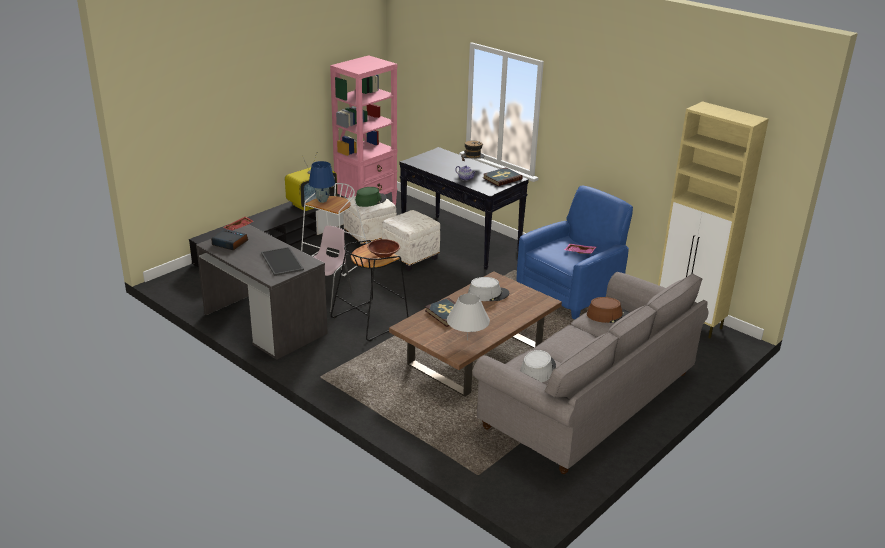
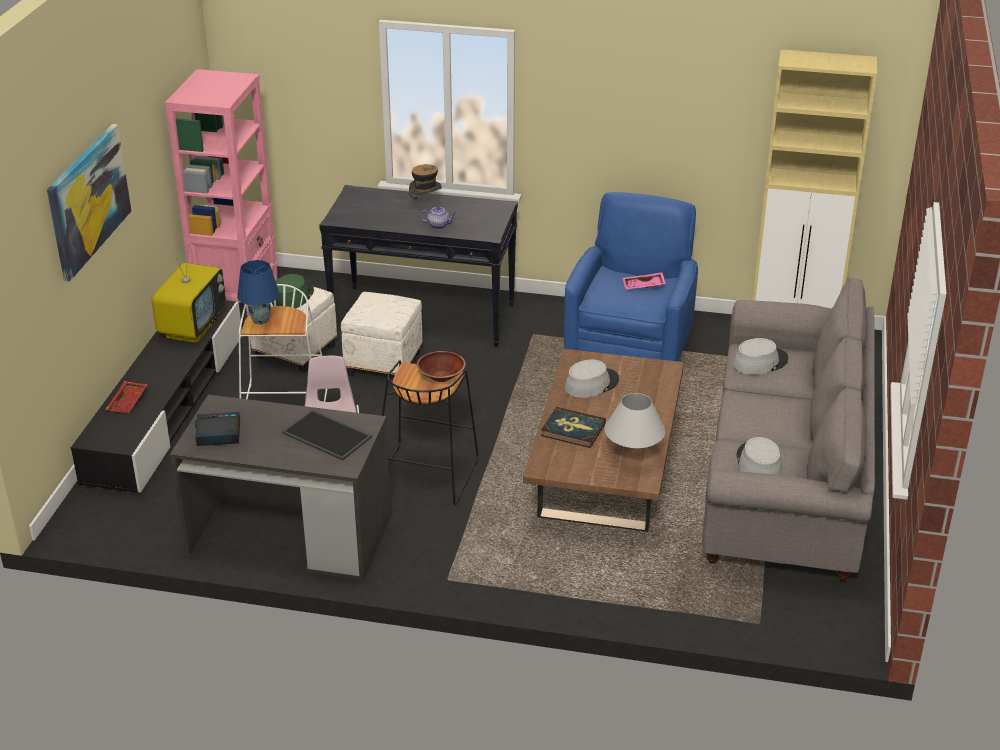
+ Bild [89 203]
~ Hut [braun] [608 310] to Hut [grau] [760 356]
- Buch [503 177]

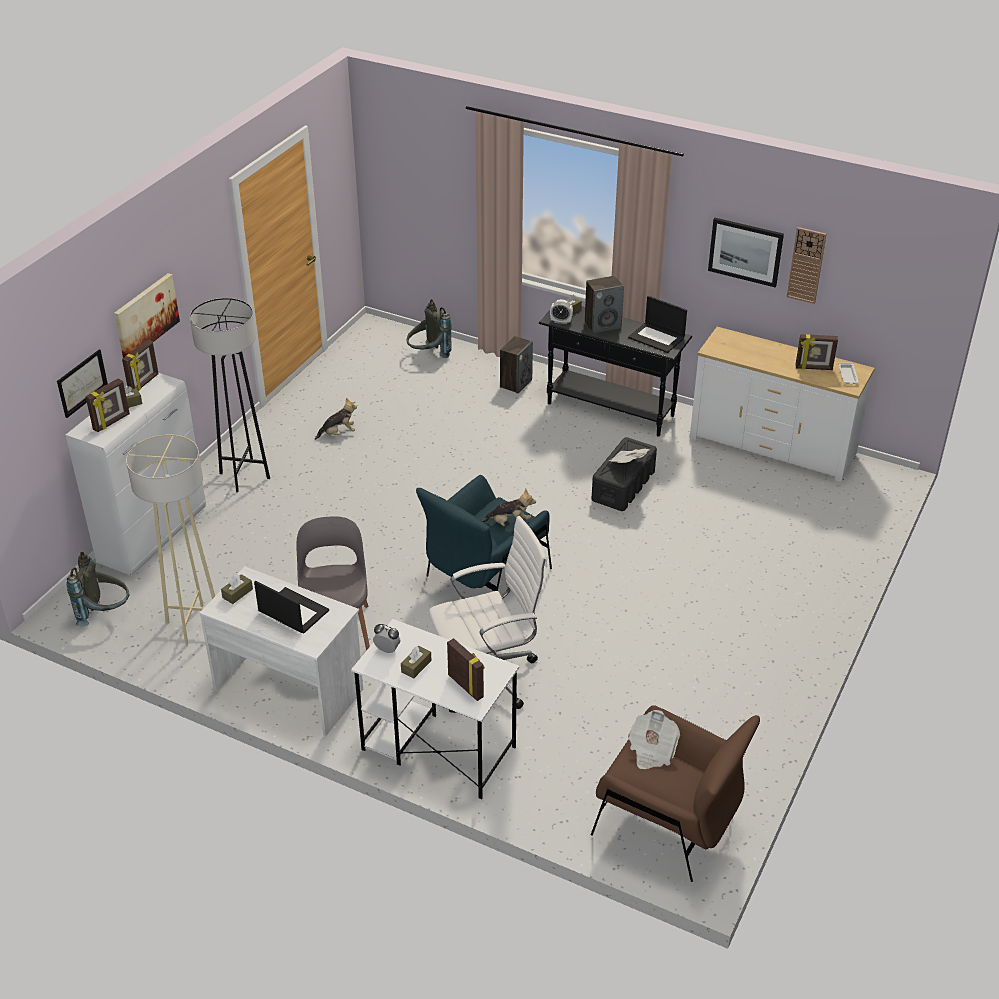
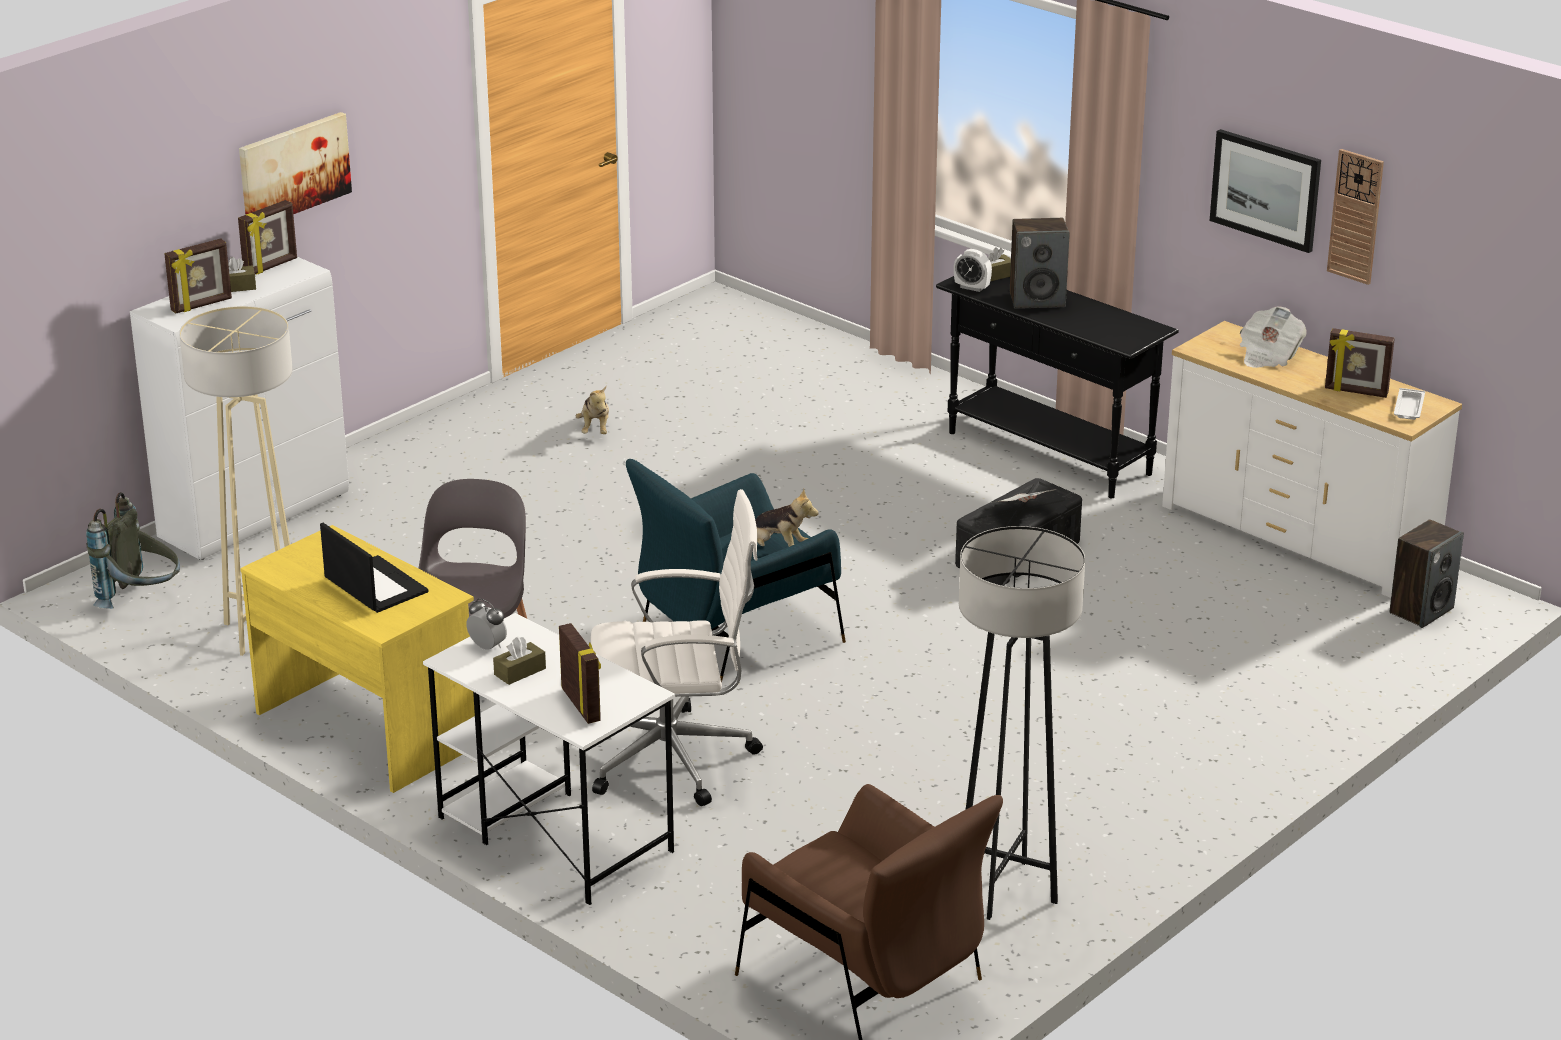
~ Schreibtisch [weiß] [281 651] to Schreibtisch [gelb] [357 659]
~ Plüschtier [336 419] = [592 410] 90 degrees clockwise
~ Stehlampe [grau] [230 395] to [1022 723]
~ Zeitung [654 739] to [1273 337]
~ Lautsprecher [516 365] to [1426 573]
- Bild [82 383]
- Taschentuchbox [braun] [237 589]
- Rucksack [grau] [429 328]
- Laptop [657 324]

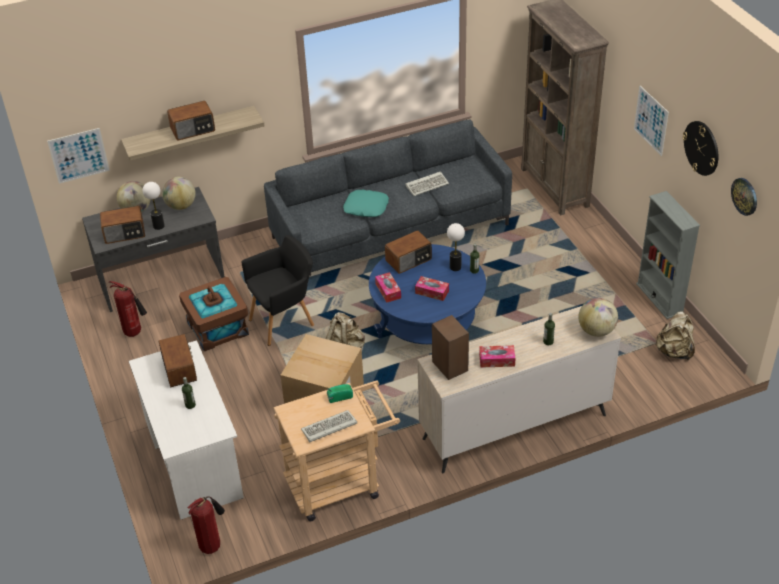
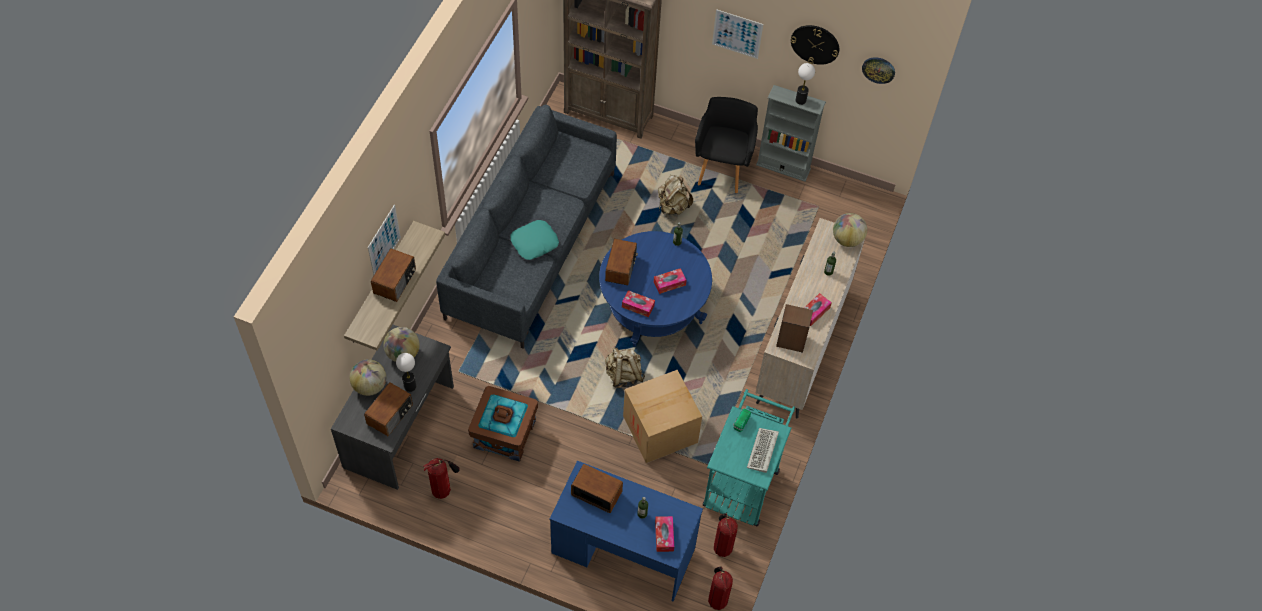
~ Bild [78 156] to [384 240]
~ Schreibtisch [weiß] [186 430] to Schreibtisch [blau] [626 531]
+ Taschentuchbox [664 534]
~ Rucksack [beige] [675 335] to [675 195]
~ Sessel [schwarz] [278 290] to [726 145]
~ Rollwagen [beige] [336 451] to Rollwagen [türkis] [749 457]
+ Feuerlöscher [726 535]
~ Tischlampe [456 247] to [805 84]
- Tastatur [427 183]

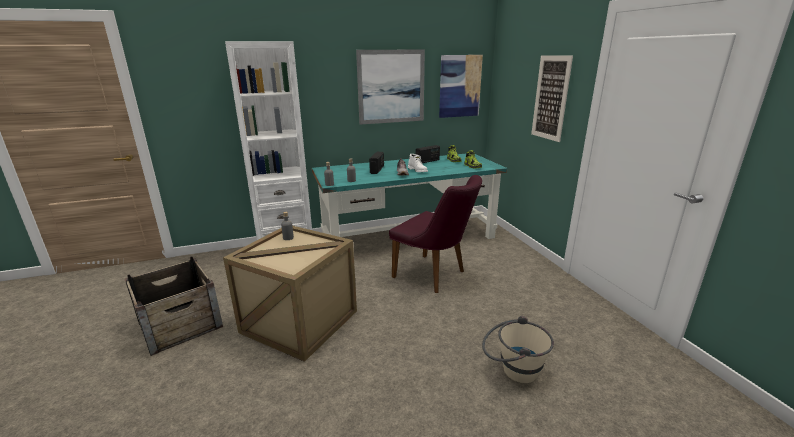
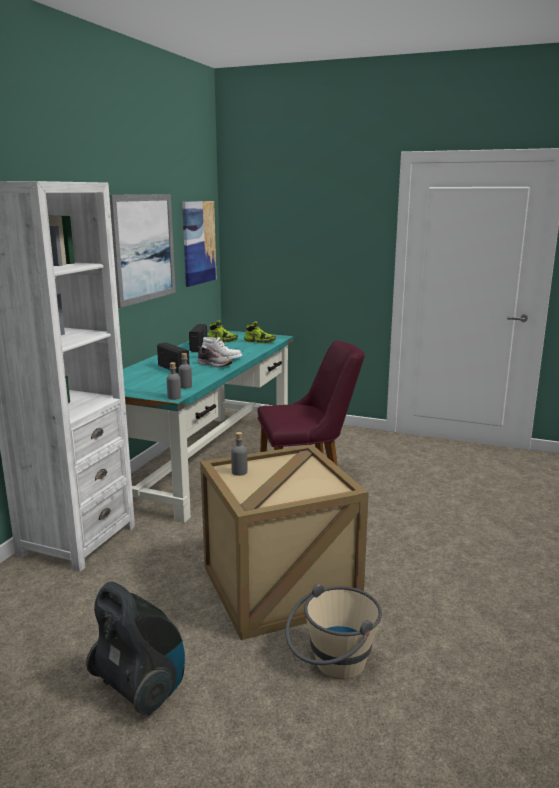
~ Kiste [174 306] to Staubsauger [135 648]
~ Eimer [beige] [518 349] to [333 631]
- Bild [552 99]

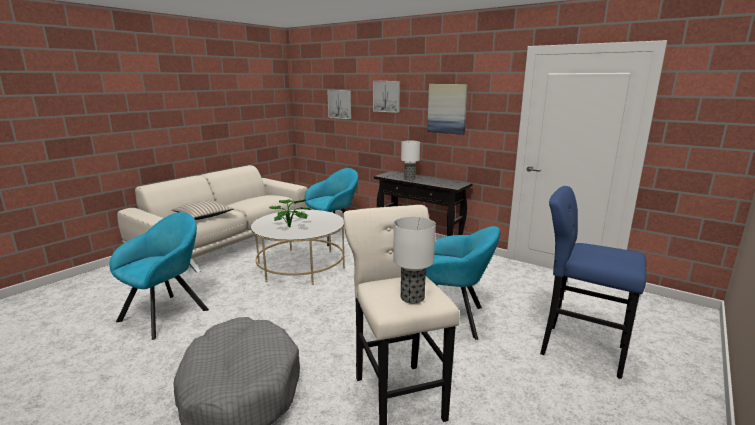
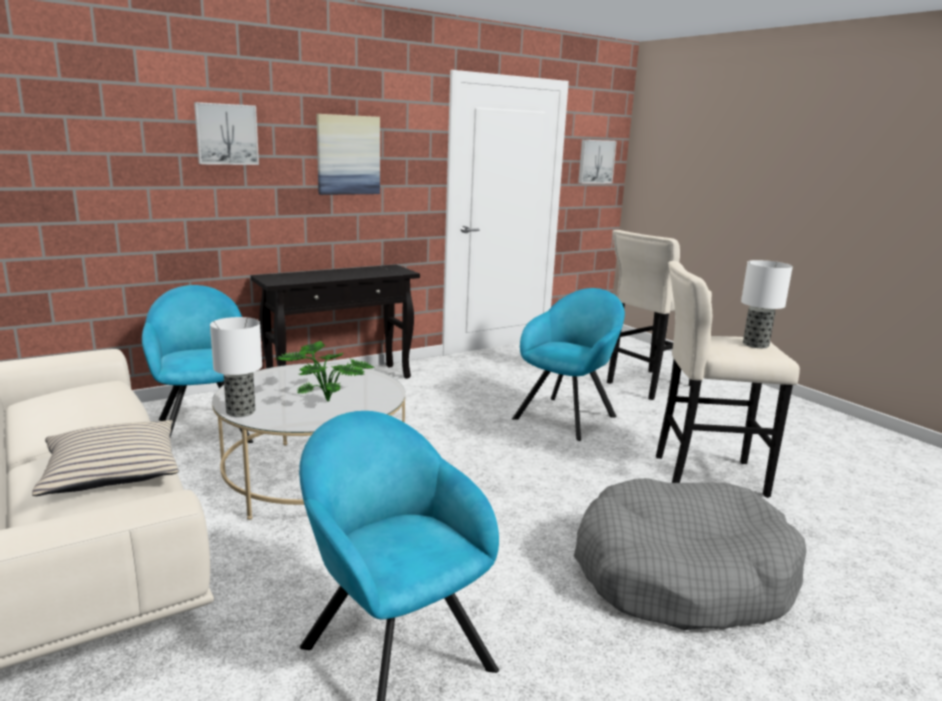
~ Tischlampe [410 160] to [236 367]
~ Bild [339 104] to [597 162]
~ Hocker [blau] [593 282] to Hocker [beige] [659 315]

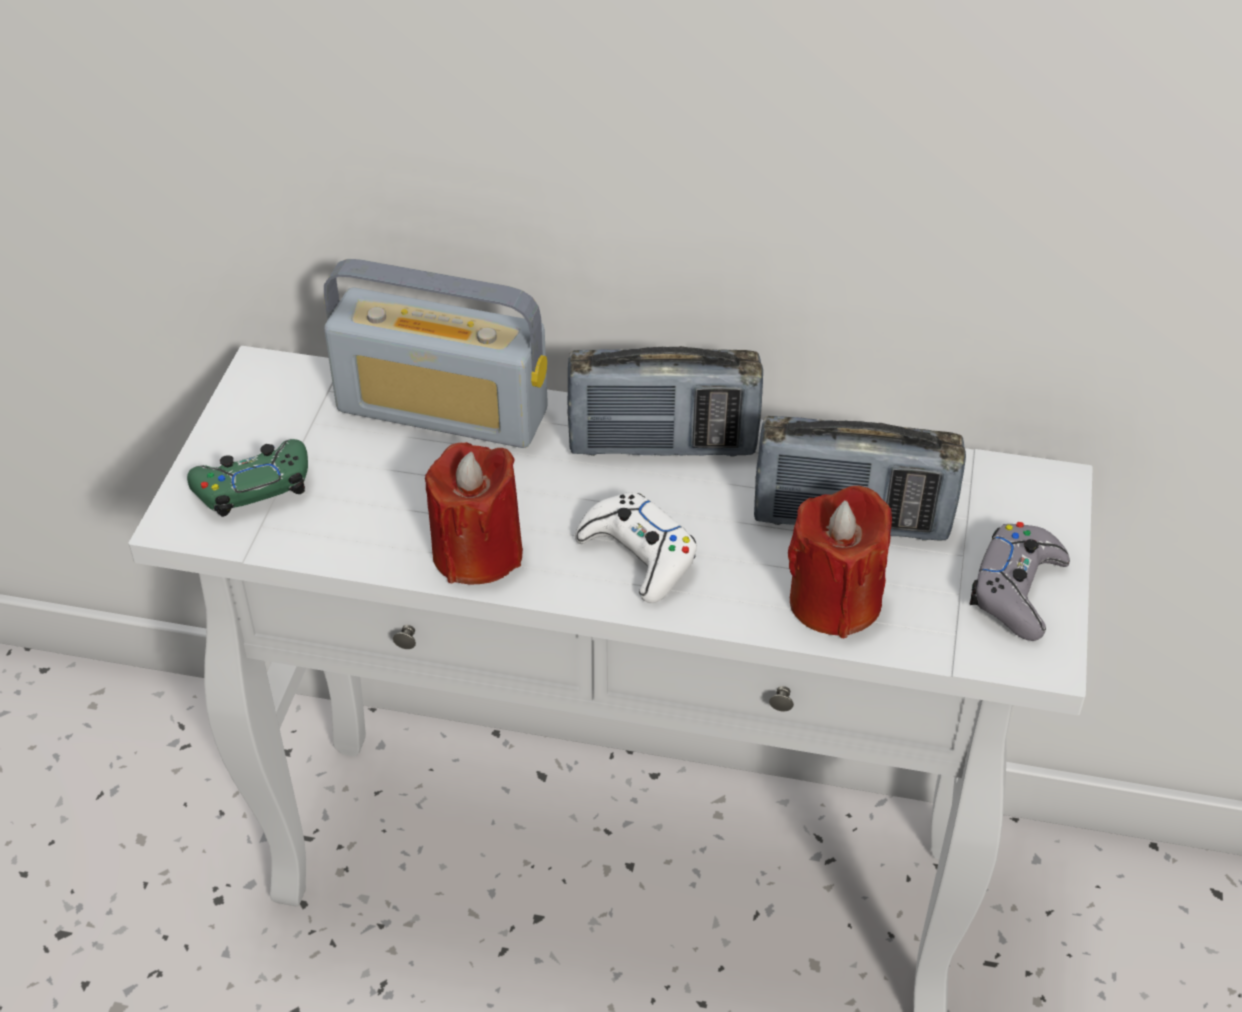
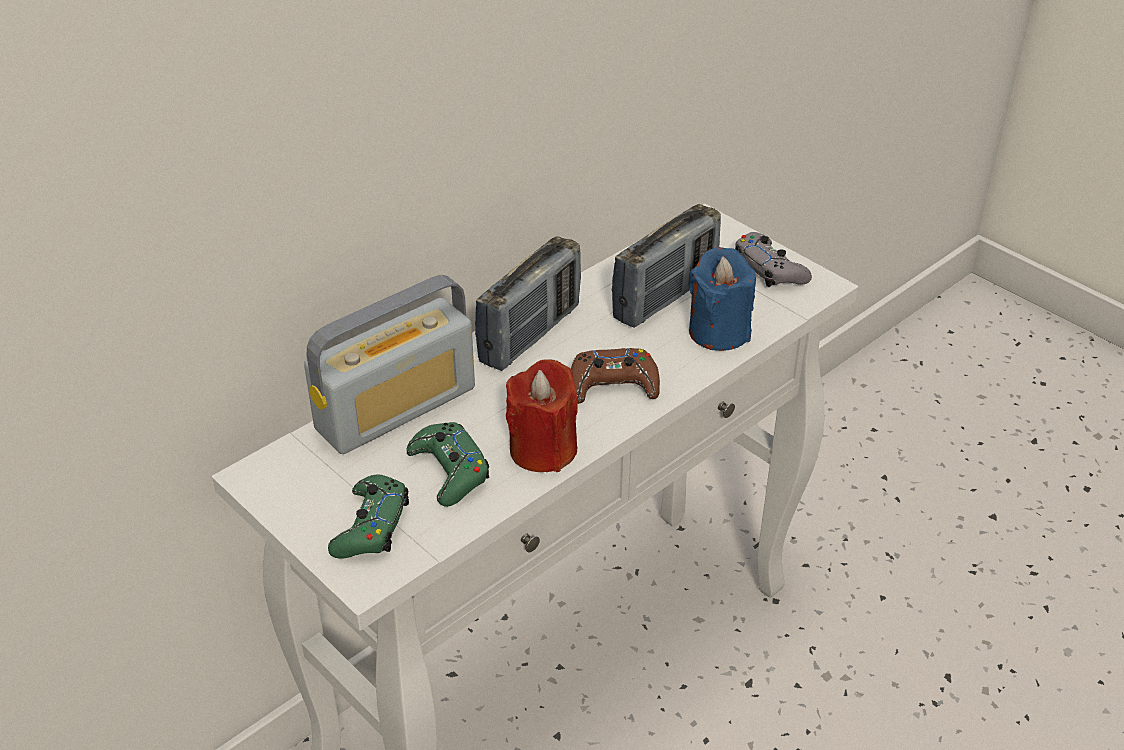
+ Gamepad [grün] [447 464]
~ Gamepad [weiß] [636 547] to Gamepad [braun] [615 376]
~ Kerze [rot] [840 562] to Kerze [blau] [722 299]

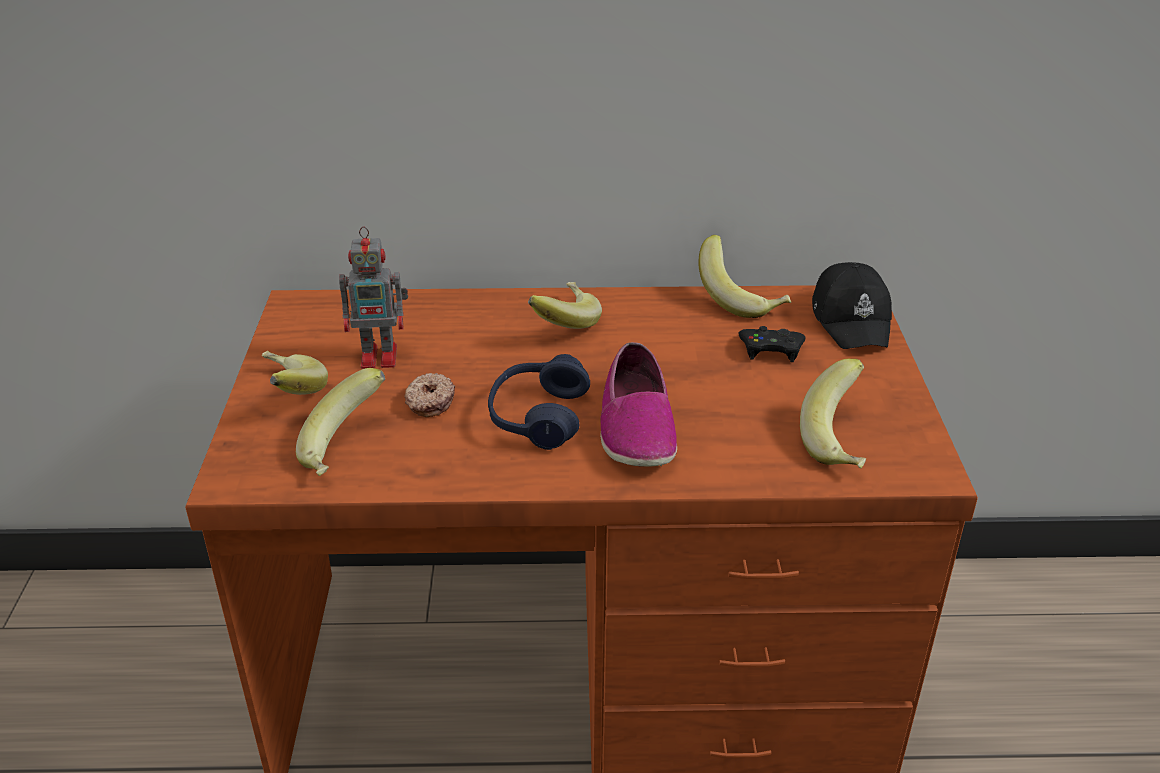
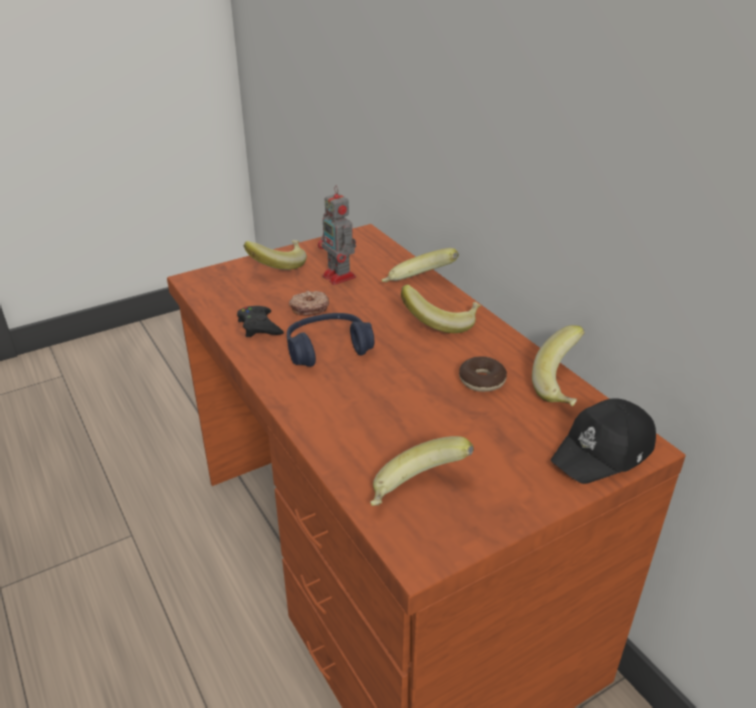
~ Gamepad [schwarz] [772 344] to [260 321]
~ Banane [340 422] to [420 265]
+ Donut [483 374]
- Schuh [638 404]

